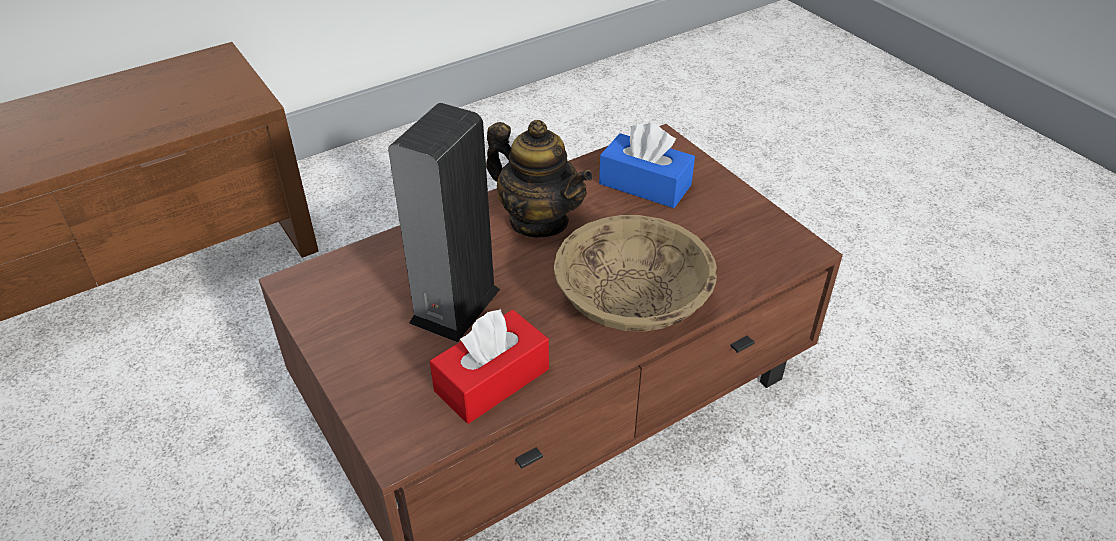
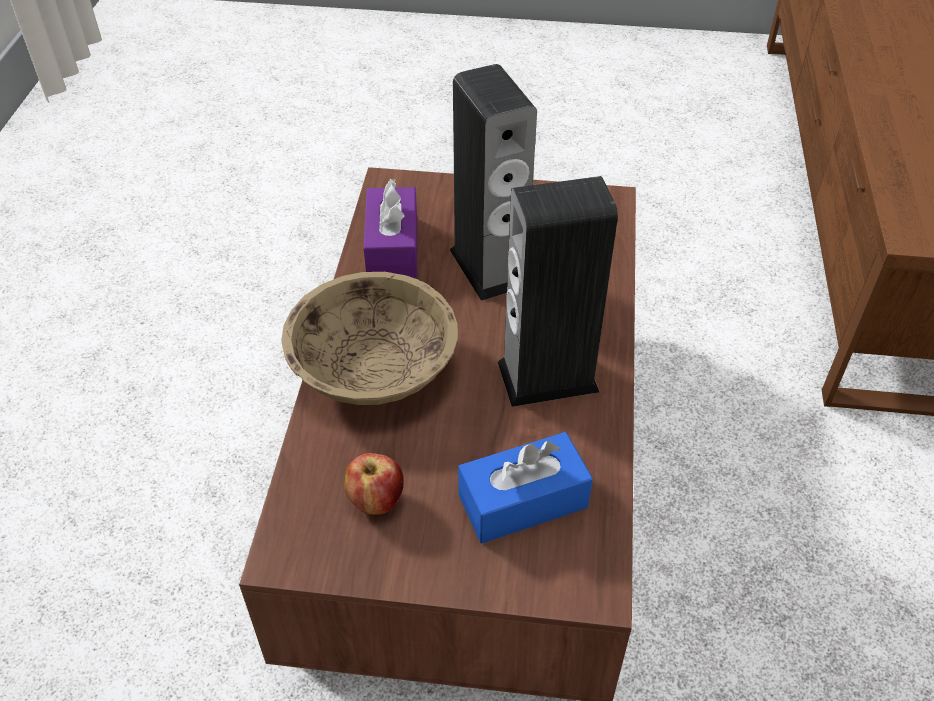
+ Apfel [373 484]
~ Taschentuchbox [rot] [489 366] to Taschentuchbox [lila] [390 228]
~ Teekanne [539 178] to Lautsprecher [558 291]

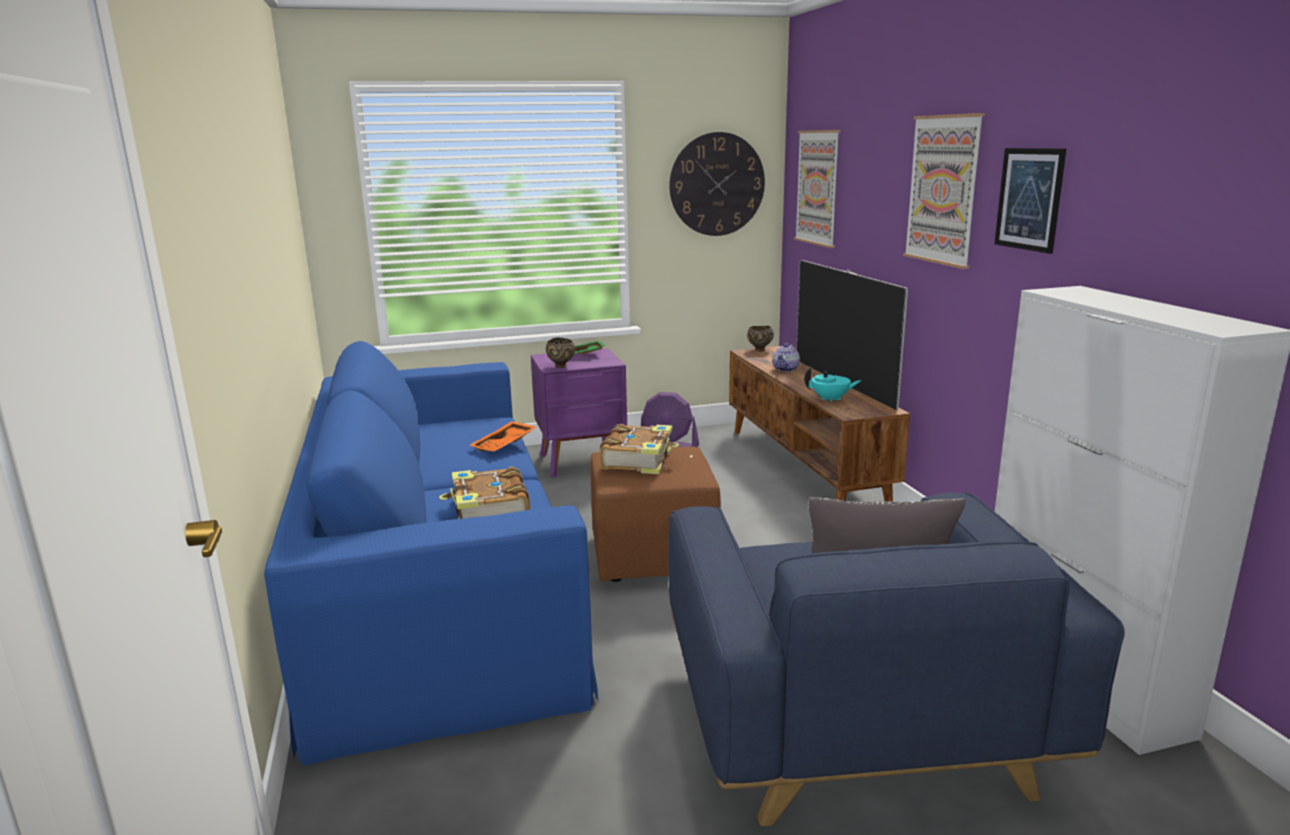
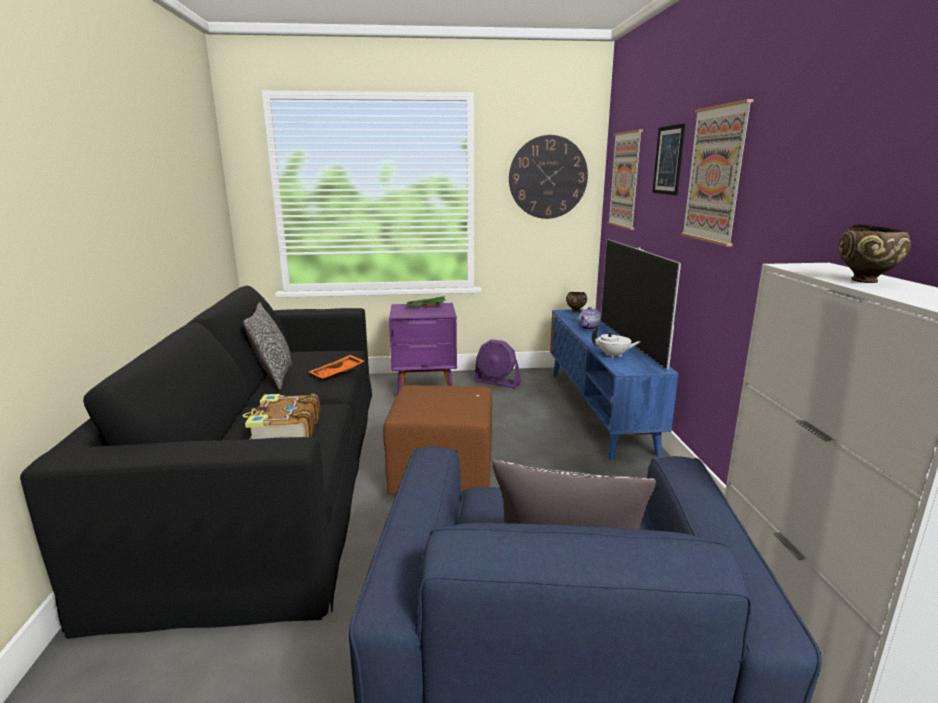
~ Sofa [blau] [431 553] to Sofa [schwarz] [196 462]
+ Kissen [267 346]
~ Fernsehschrank [braun] [819 424] to Fernsehschrank [blau] [614 384]
~ Teekanne [türkis] [833 385] to Teekanne [weiß] [616 342]
~ Bild [1030 201] to [668 159]
~ Schüssel [braun] [560 353] to [875 253]
- Buch [639 449]

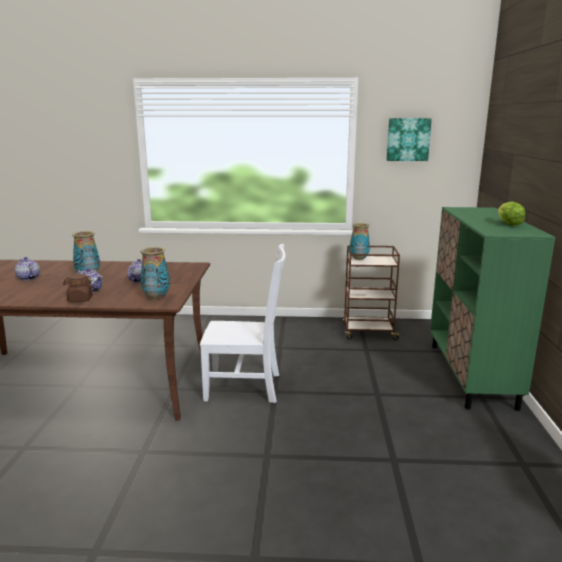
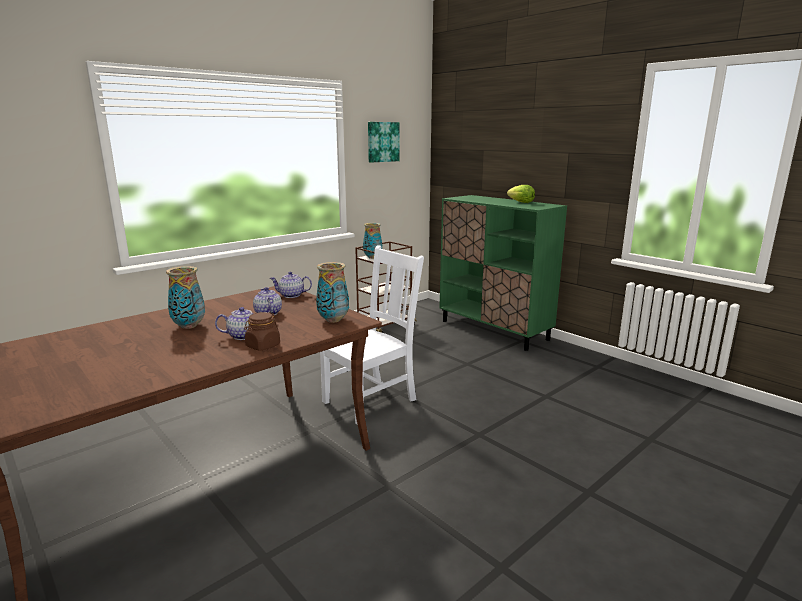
~ Teekanne [27 269] to [291 285]

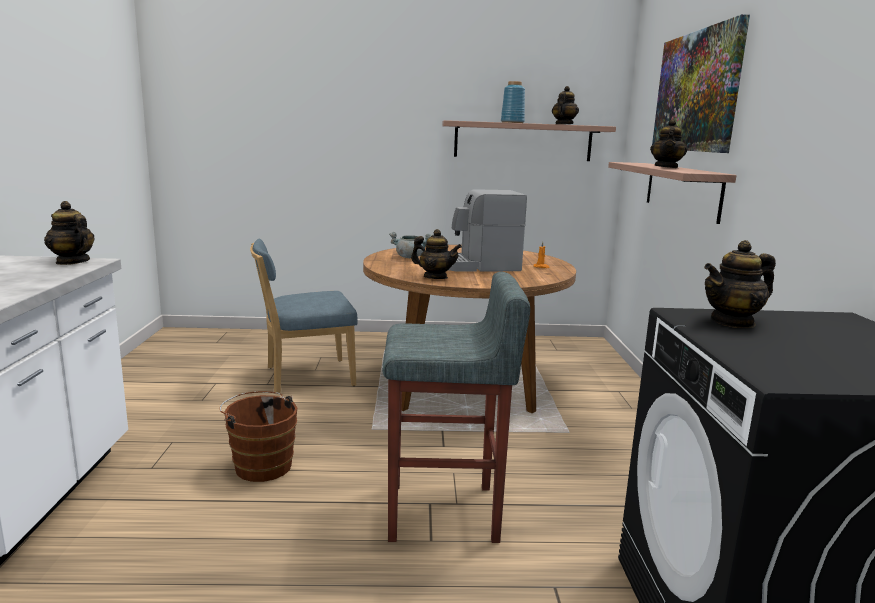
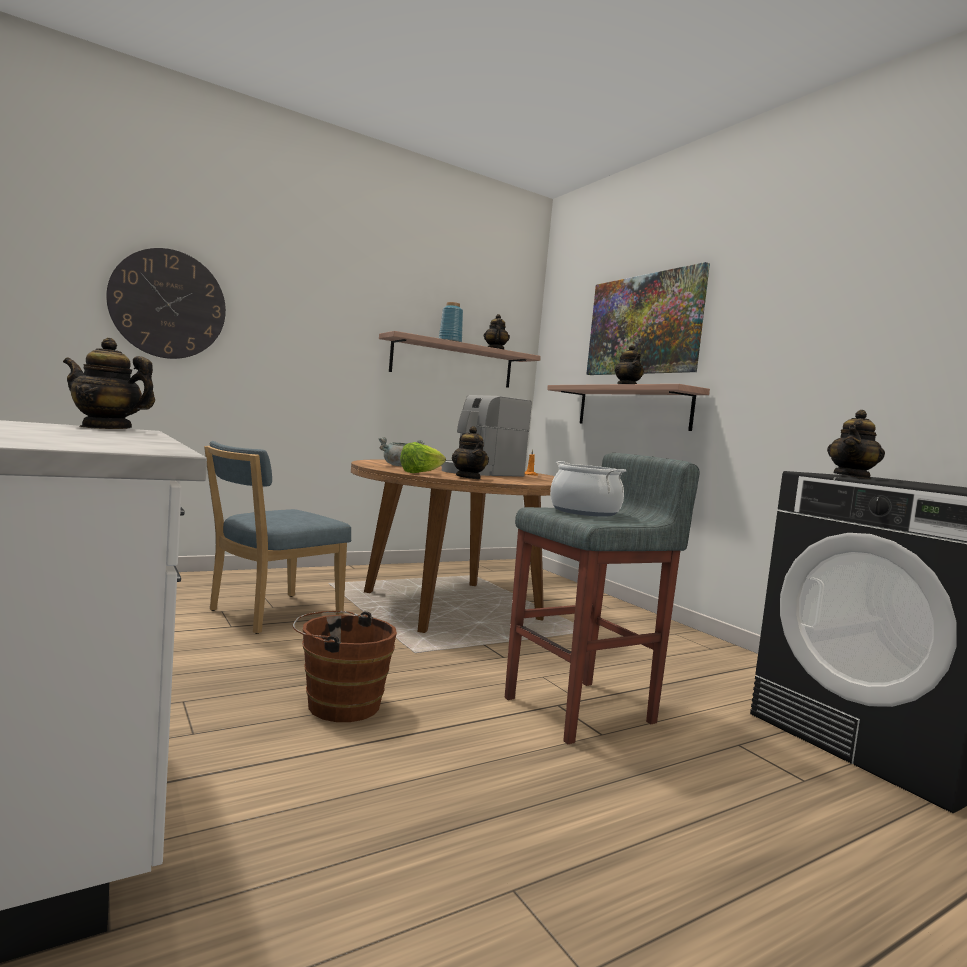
+ Wanduhr [166 303]
+ Salatkopf [423 457]
~ Teekanne [436 254] = [470 453] 75 degrees clockwise
+ Kochtopf [588 489]

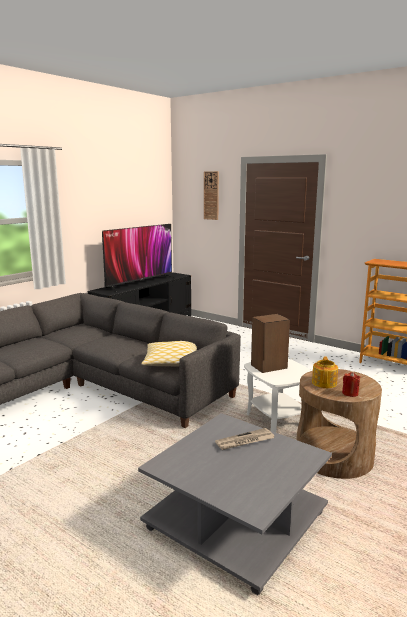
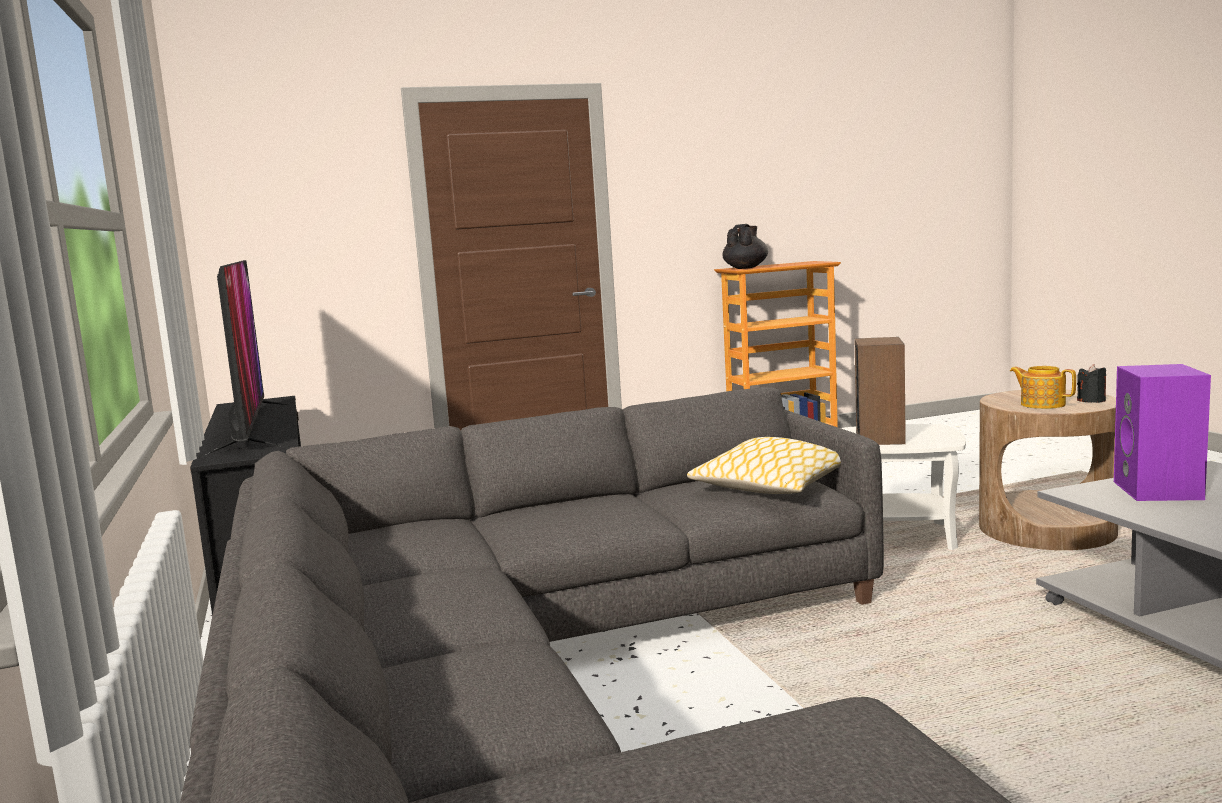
+ Teekanne [schwarz] [745 246]
~ Kerze [rot] [351 384] to Kerze [schwarz] [1091 383]
~ Zeitung [245 439] to Lautsprecher [lila] [1162 432]
- Wanduhr [211 195]

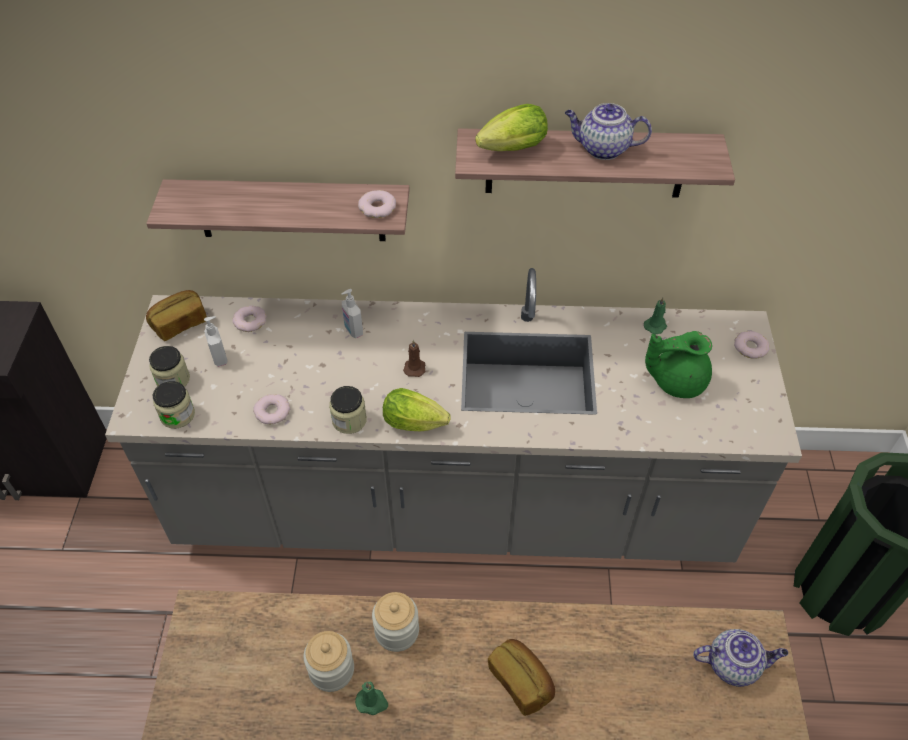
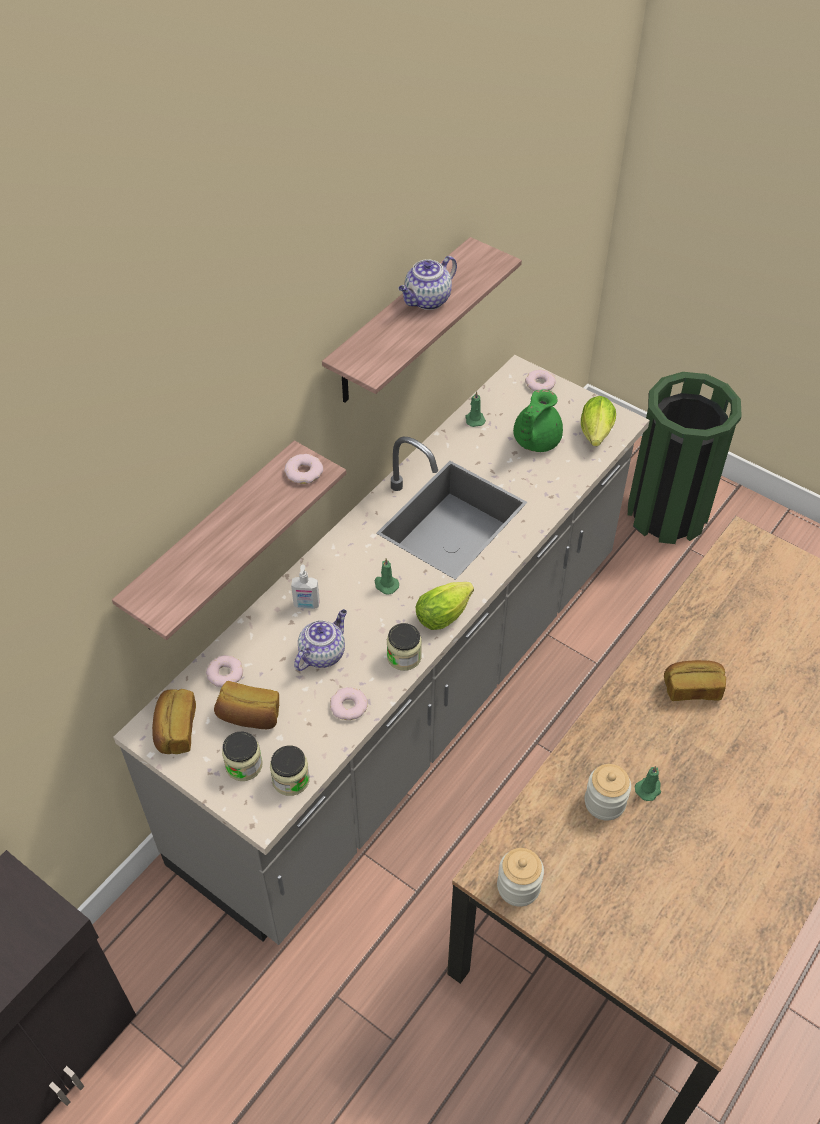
~ Seifenspender [216 341] to Brot [246 705]
~ Teekanne [740 658] to [320 640]
~ Kerze [braun] [414 358] to Kerze [grün] [387 576]
~ Vorratsglas [395 622] to [520 877]
~ Salatkopf [511 127] to [598 421]

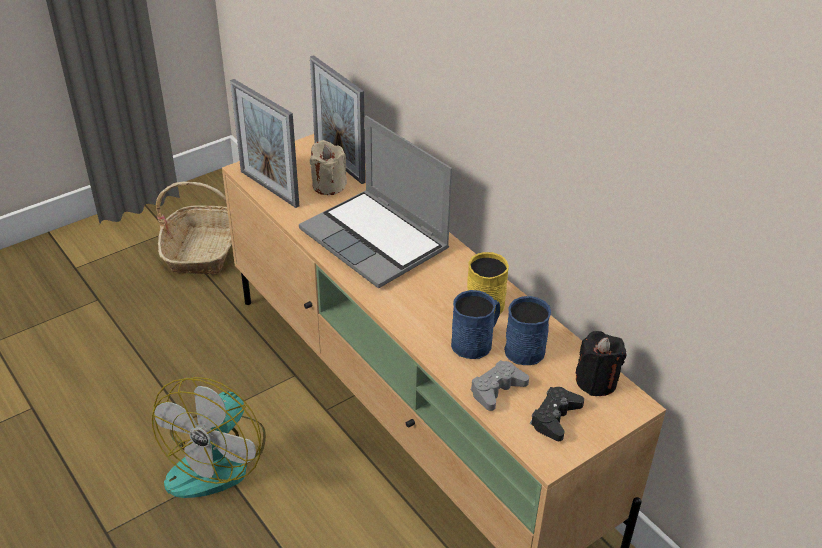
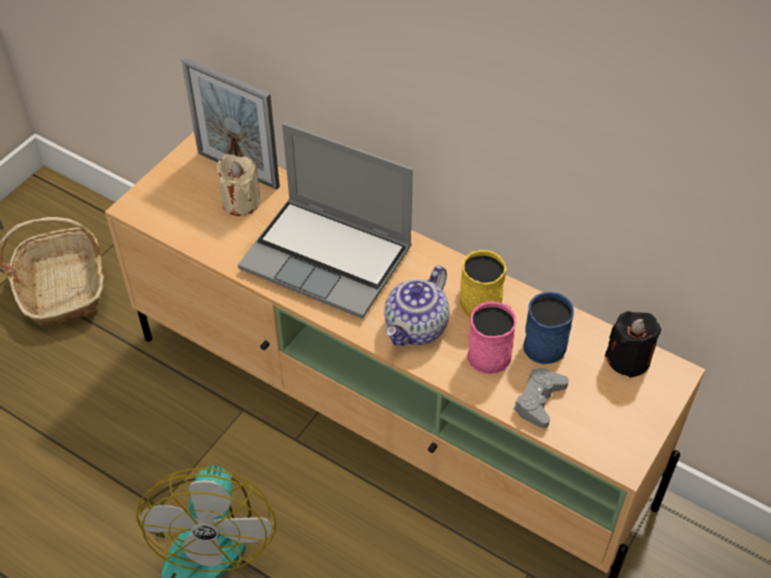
+ Teekanne [416 306]
~ Henkelbecher [blau] [475 324] to Henkelbecher [rosa] [492 337]
- Bilderrahmen [264 143]
- Gamepad [schwarz] [557 414]

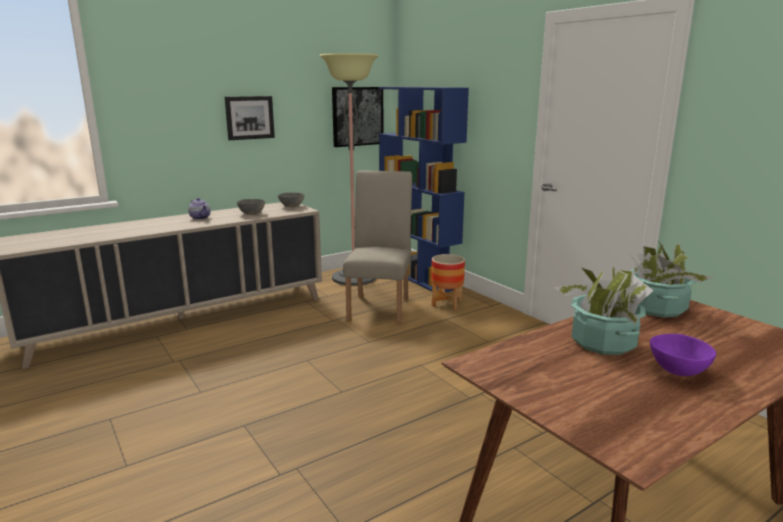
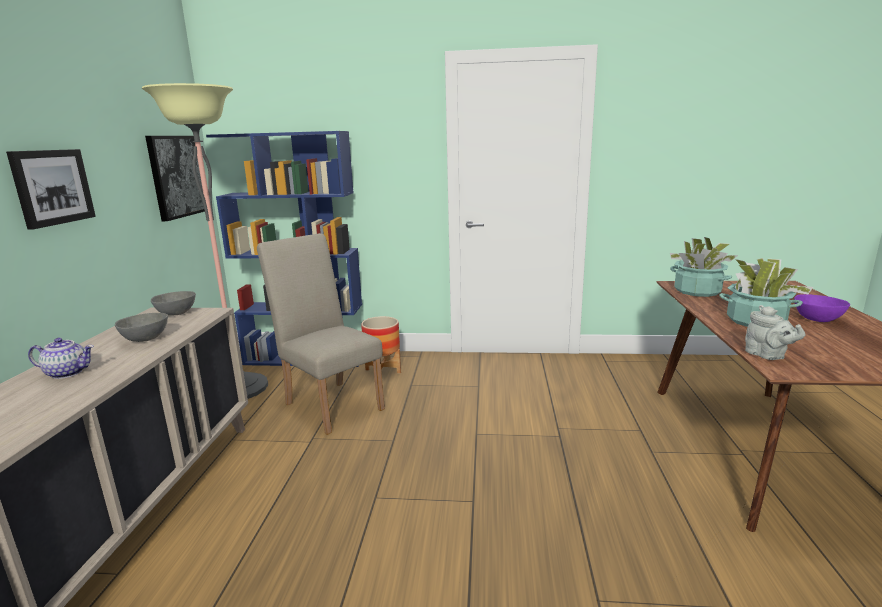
+ Teekanne [grau] [775 332]

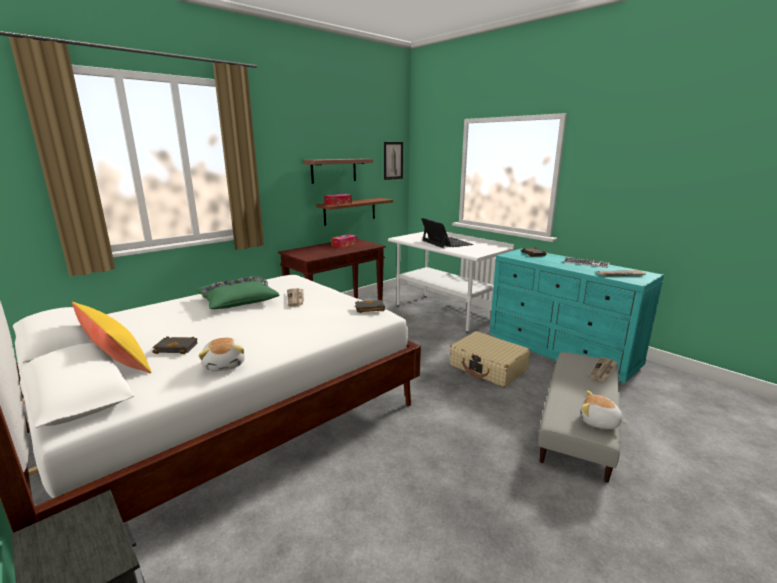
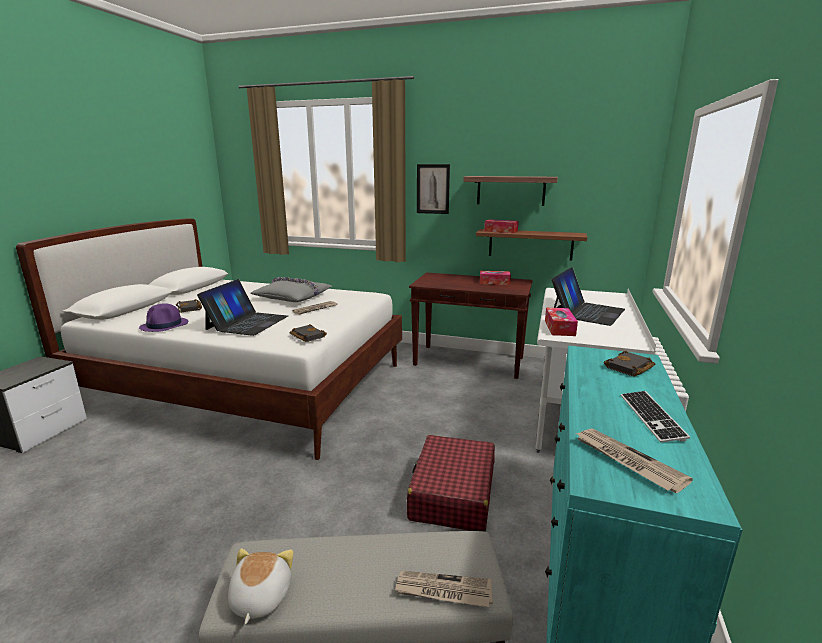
~ Plüschtier [222 354] to Hut [lila] [163 317]
+ Laptop [242 307]
~ Kissen [grün] [238 292] to Kissen [grau] [291 289]
~ Koffer [beige] [490 359] to Koffer [rot] [451 483]
~ Bild [393 161] to [433 189]
+ Taschentuchbox [561 322]
- Kissen [gelb] [112 337]

